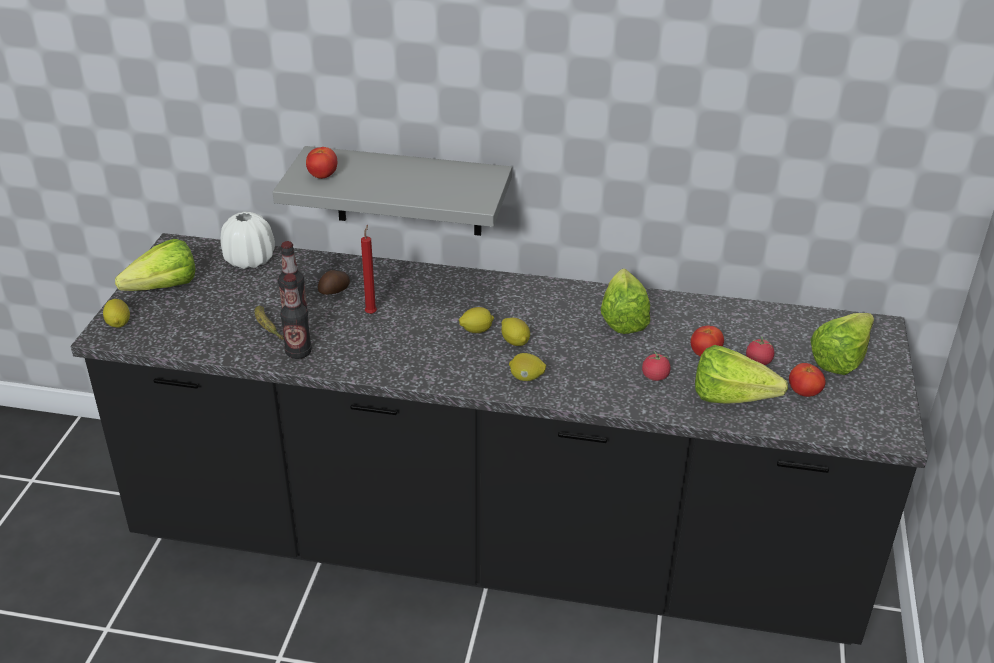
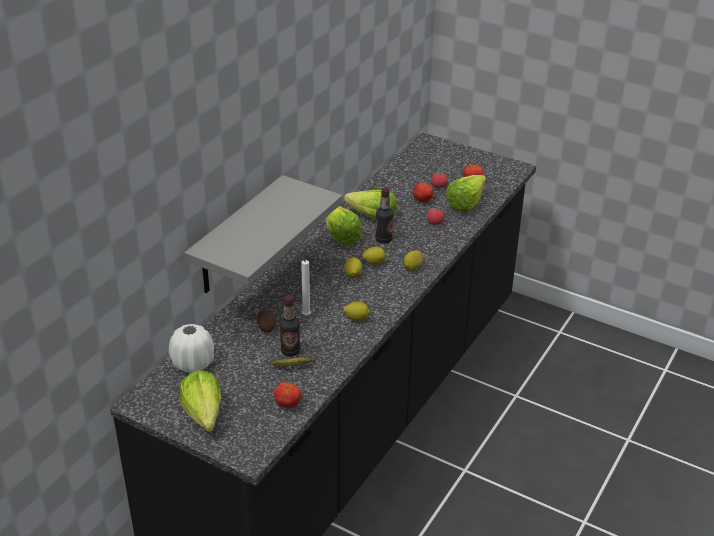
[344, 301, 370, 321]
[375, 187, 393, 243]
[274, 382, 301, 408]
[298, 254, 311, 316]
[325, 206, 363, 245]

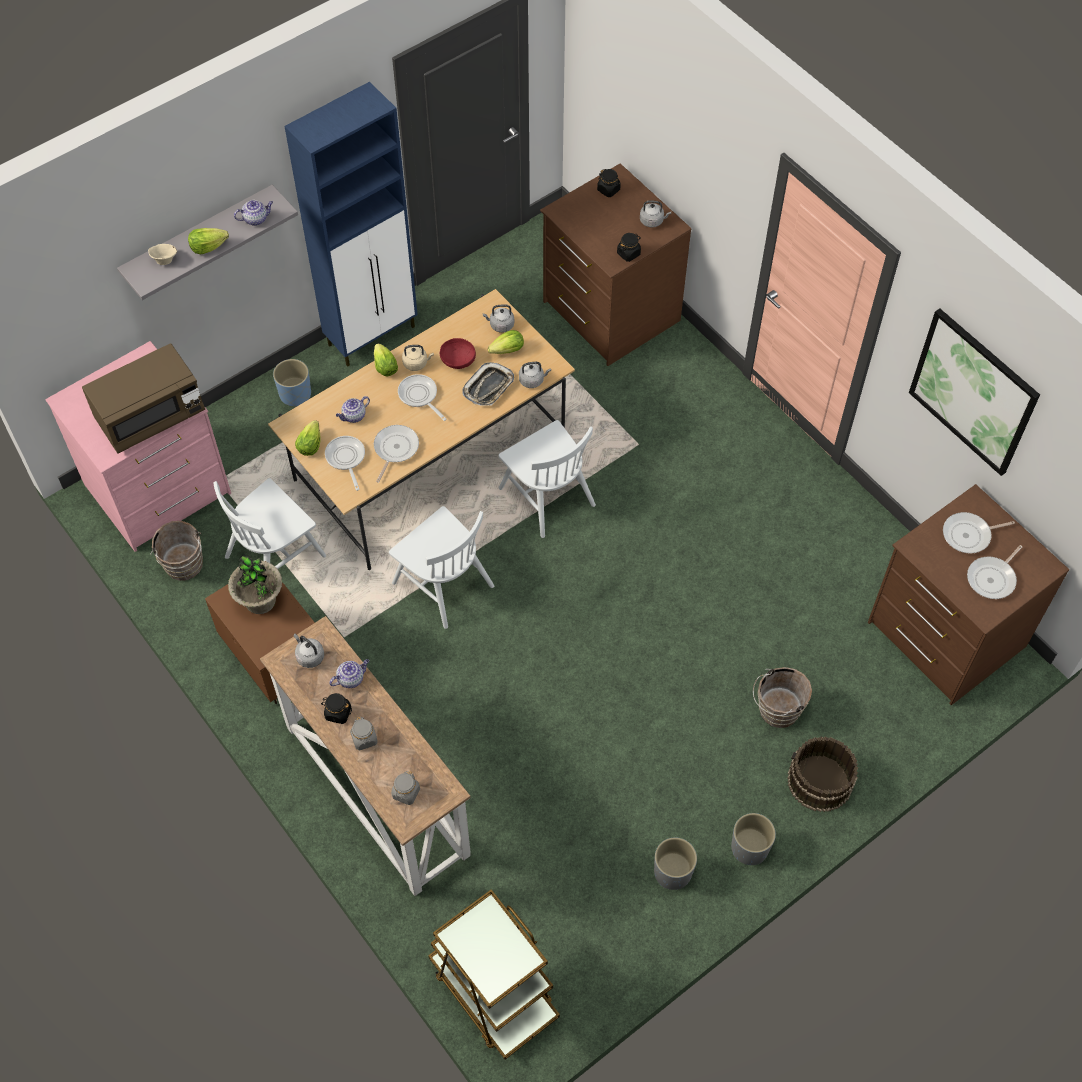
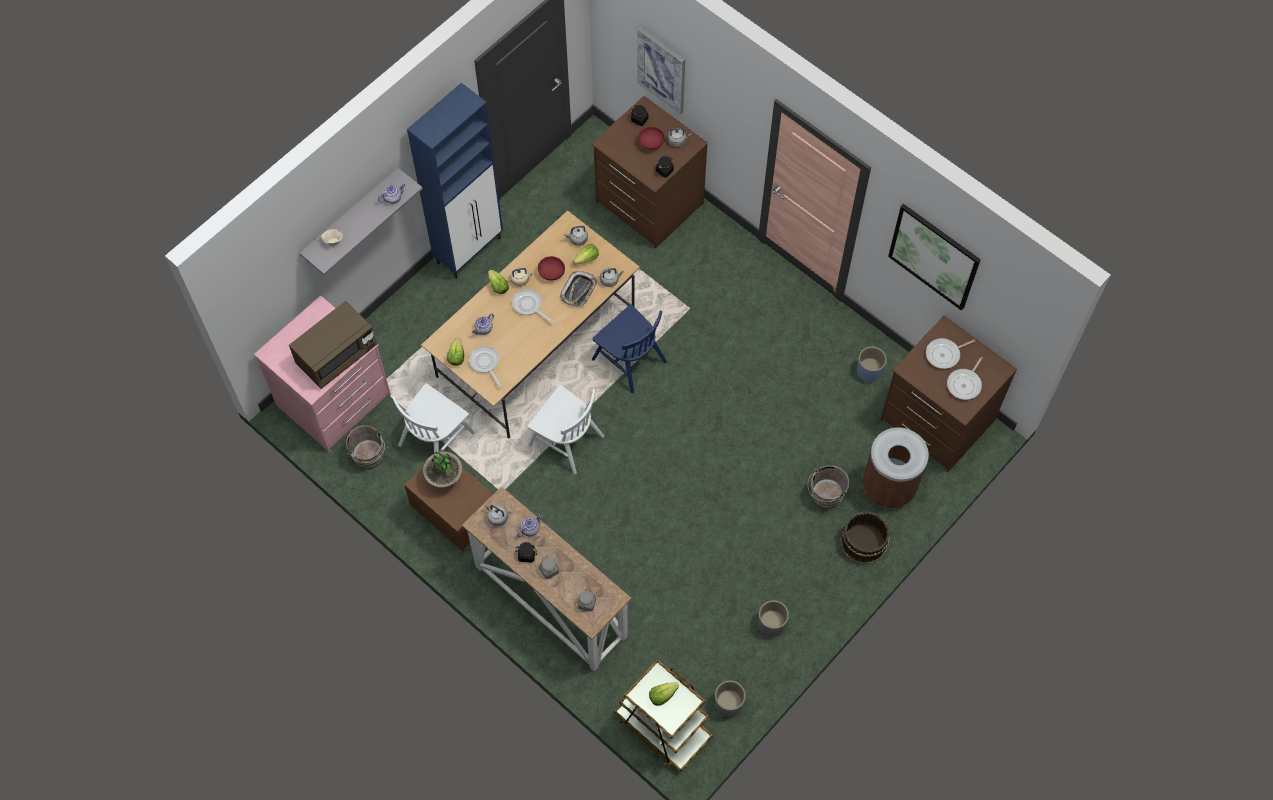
[649, 682, 679, 706]
[857, 347, 887, 382]
[374, 425, 419, 483] (first image)
[592, 304, 667, 393]
[715, 681, 746, 717]
[637, 27, 685, 115]
[638, 127, 665, 150]
[863, 427, 929, 509]

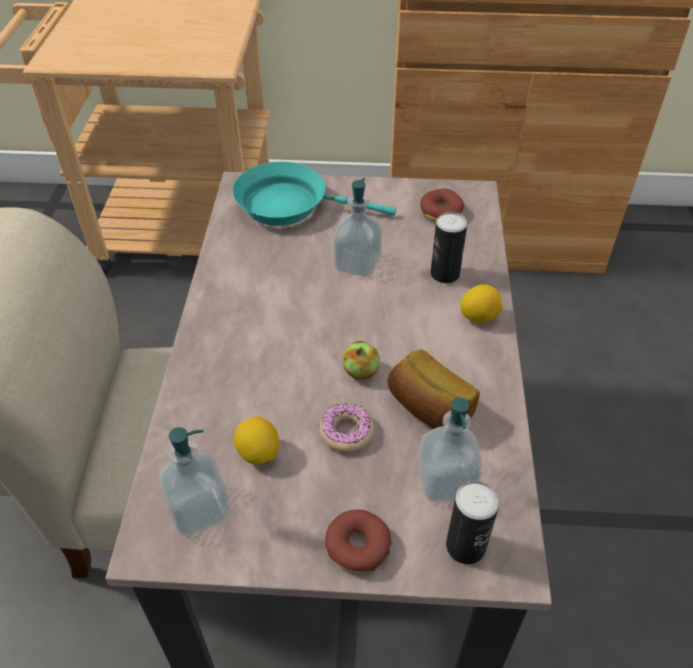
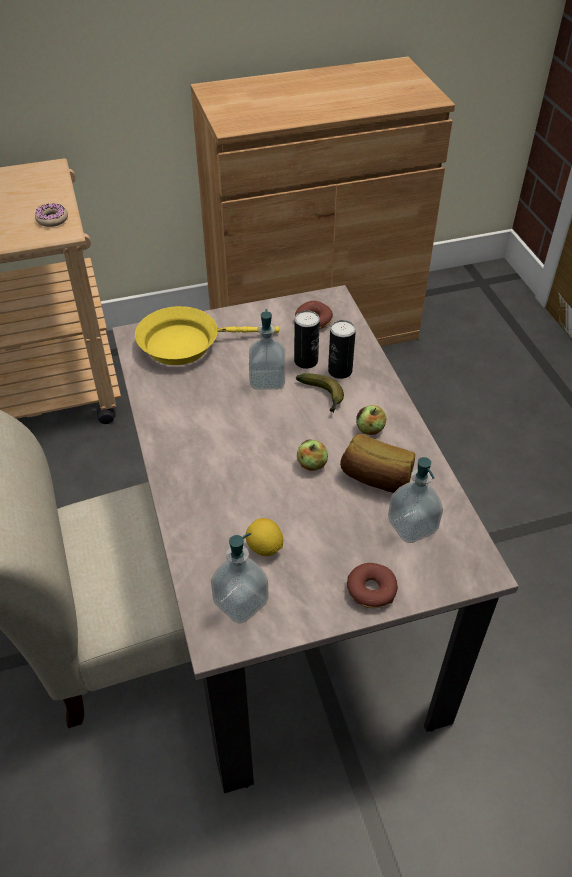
[135, 306, 279, 365]
[35, 203, 68, 227]
[294, 310, 320, 369]
[460, 284, 503, 323] (first image)
[296, 373, 344, 413]
[356, 405, 386, 435]

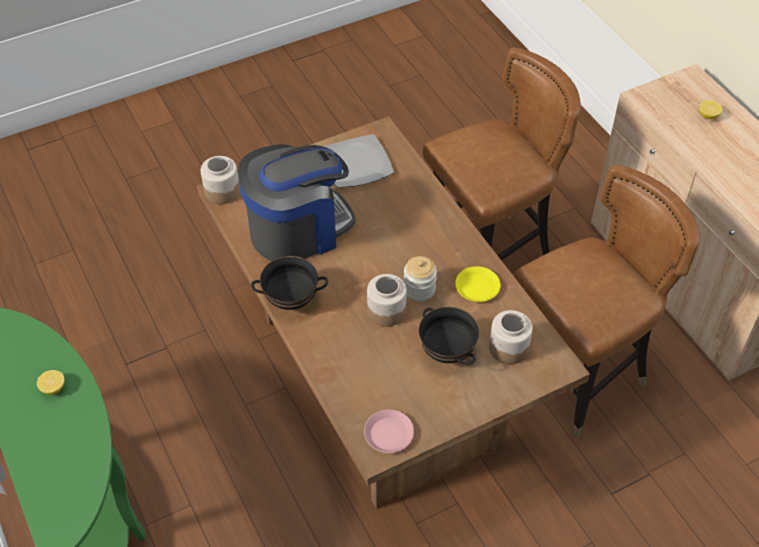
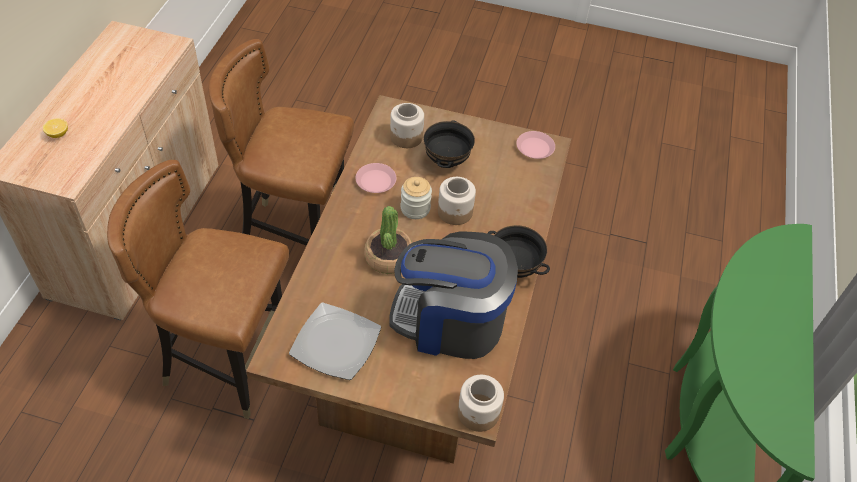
[37, 370, 65, 395] (first image)
[355, 163, 397, 193]
[364, 206, 412, 274]

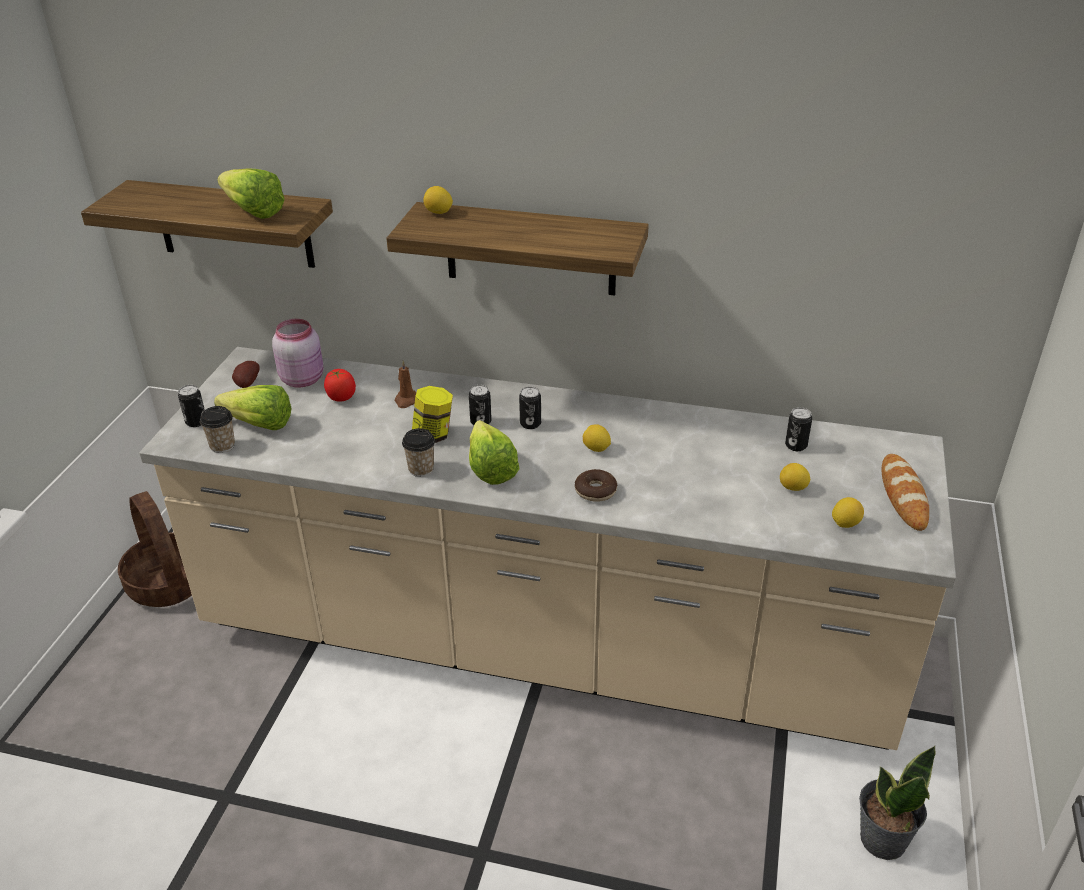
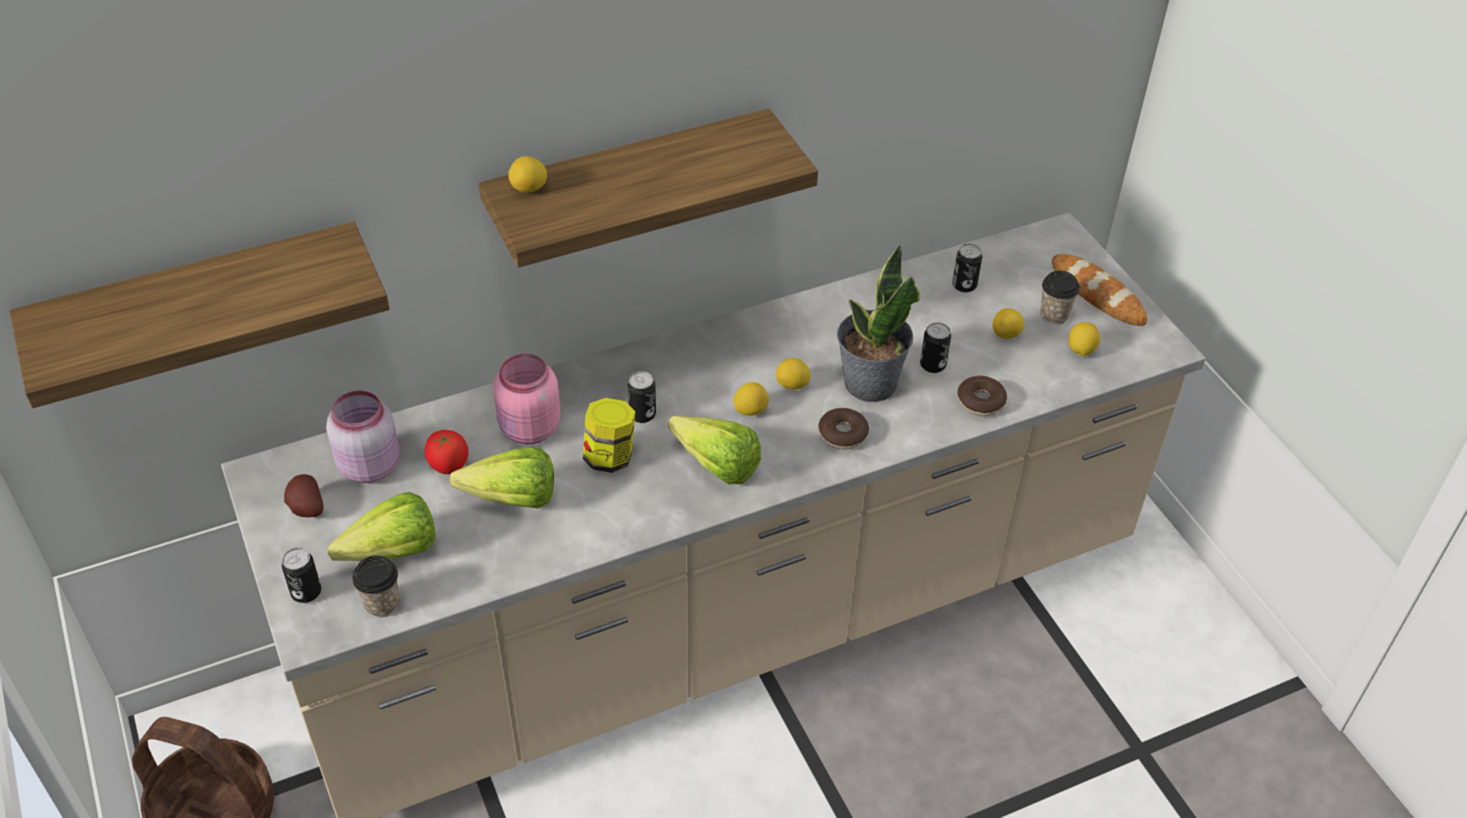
[449, 447, 554, 508]
[493, 353, 560, 444]
[1040, 271, 1080, 325]
[920, 322, 951, 373]
[837, 244, 920, 402]
[733, 382, 769, 416]
[957, 376, 1007, 416]

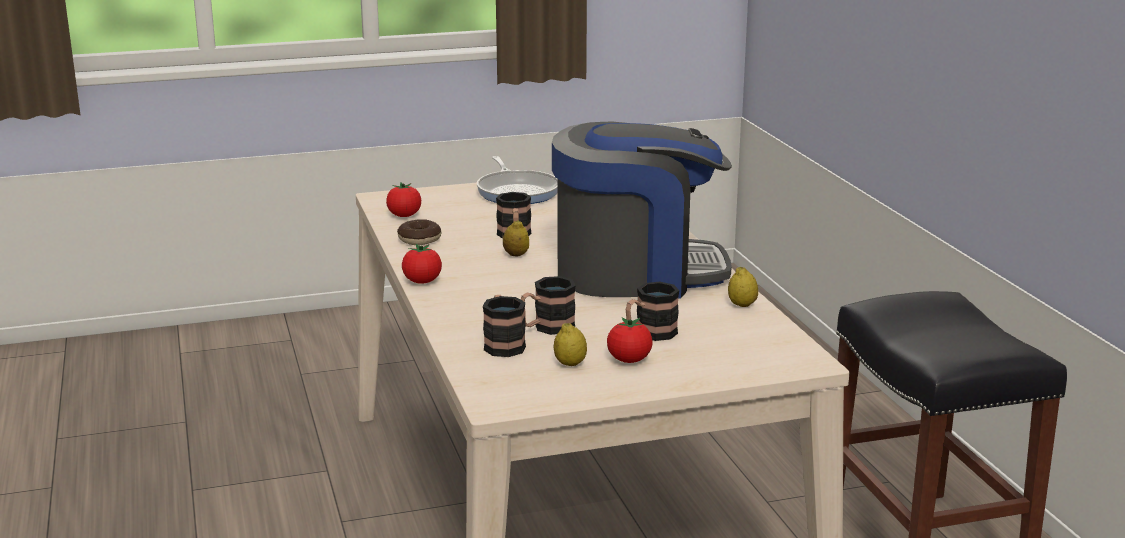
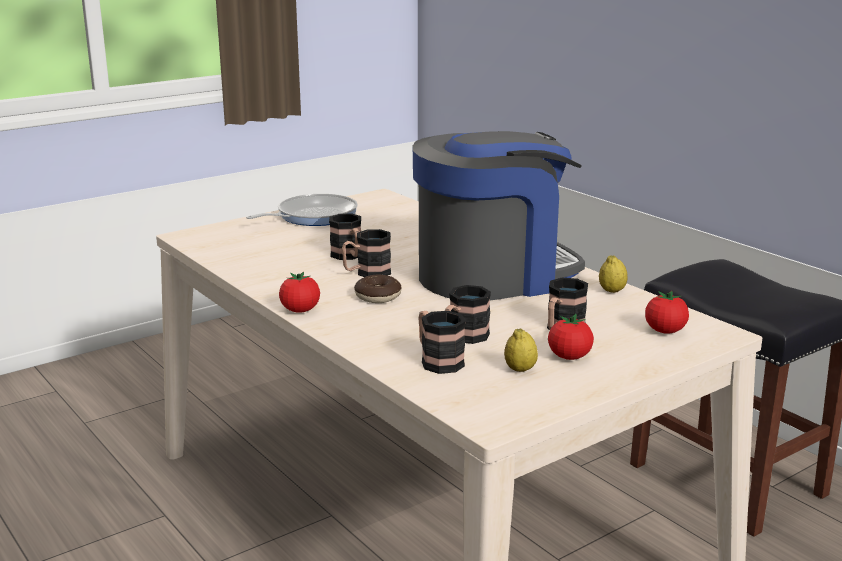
[645, 291, 689, 334]
[354, 274, 401, 303]
[246, 194, 358, 226]
[342, 229, 391, 277]

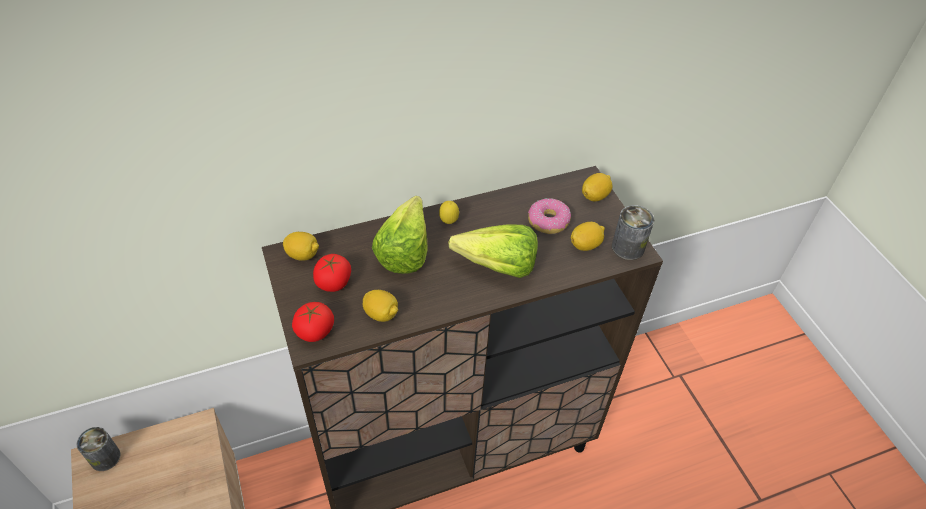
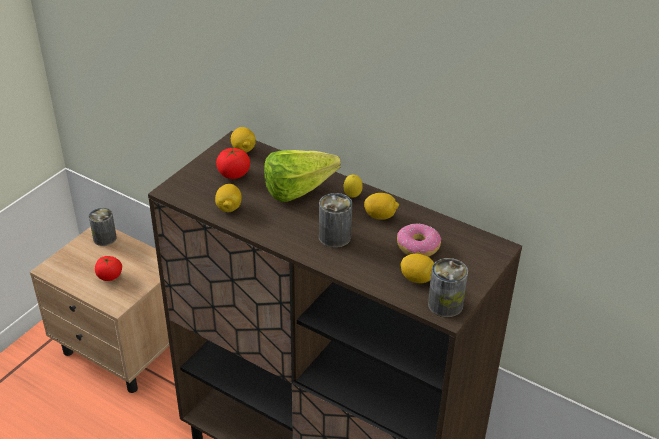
[95, 256, 122, 281]
[319, 193, 352, 248]
[364, 193, 399, 220]

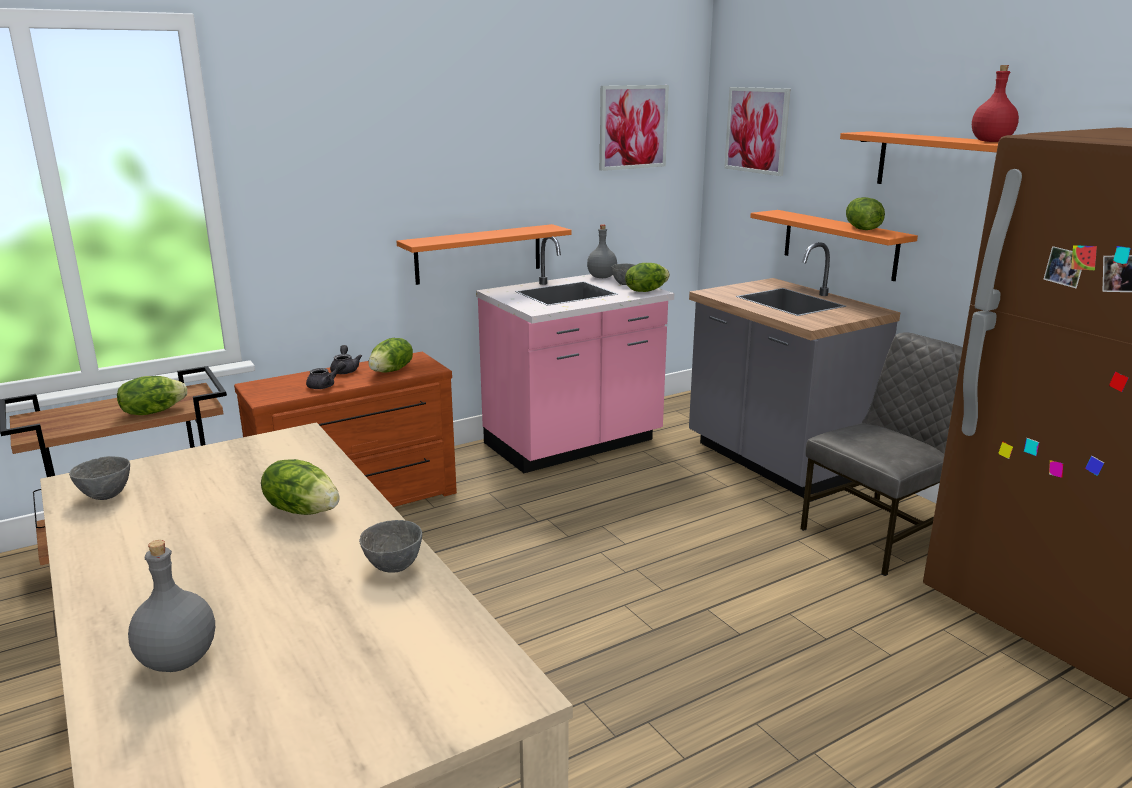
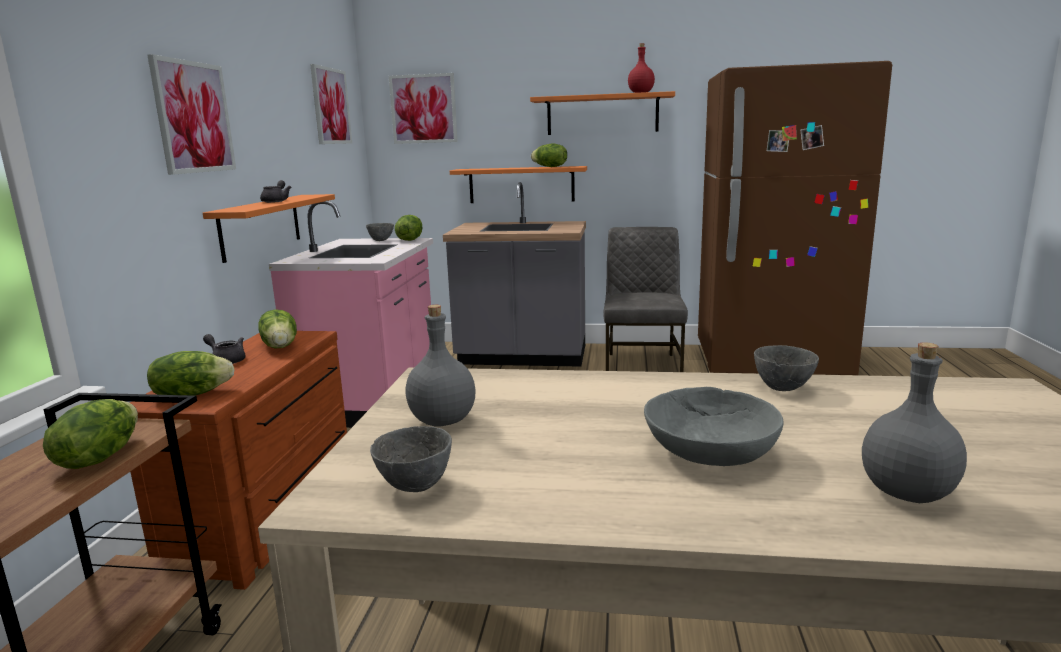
[147, 351, 235, 396]
[260, 180, 291, 203]
[405, 305, 475, 427]
[148, 54, 236, 175]
[644, 387, 784, 466]

